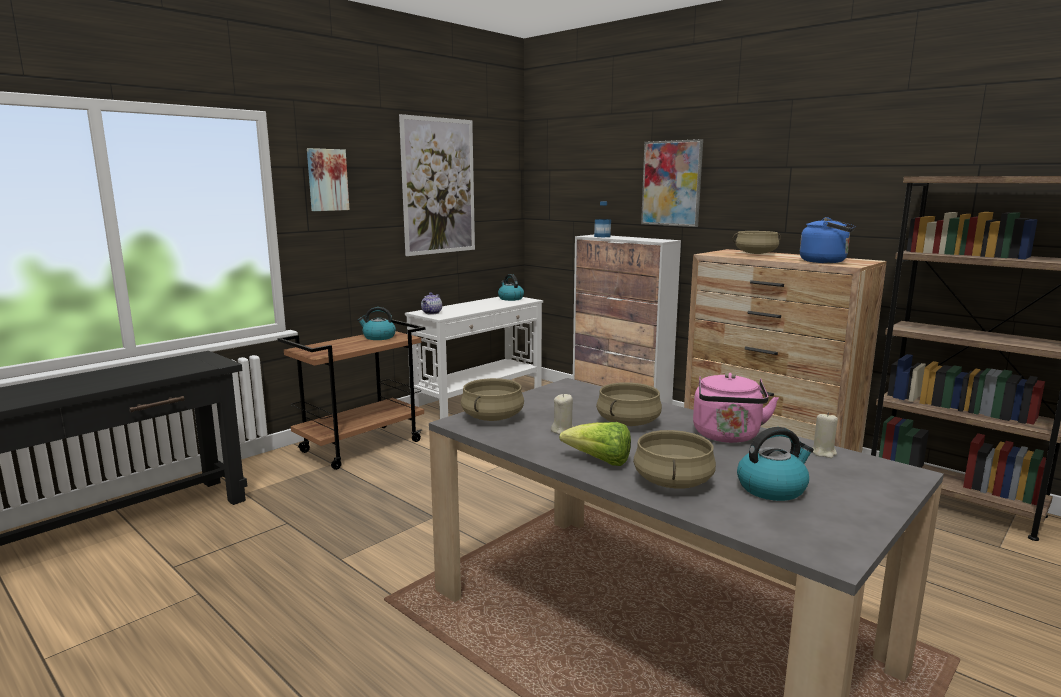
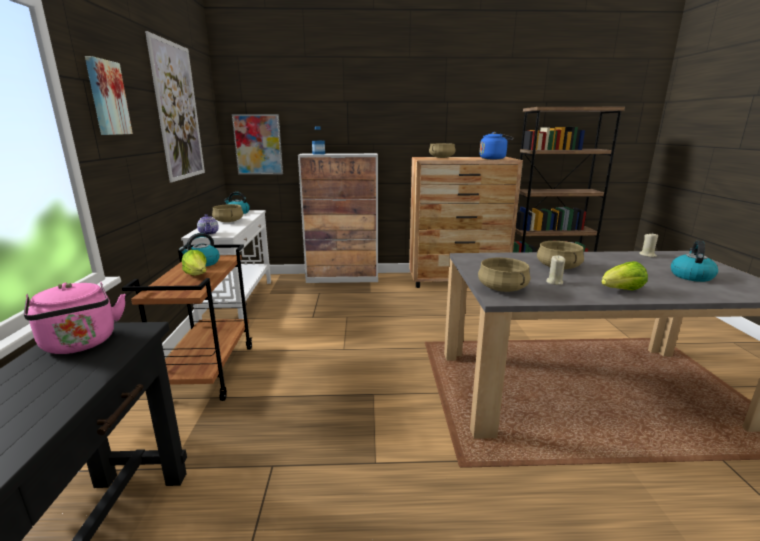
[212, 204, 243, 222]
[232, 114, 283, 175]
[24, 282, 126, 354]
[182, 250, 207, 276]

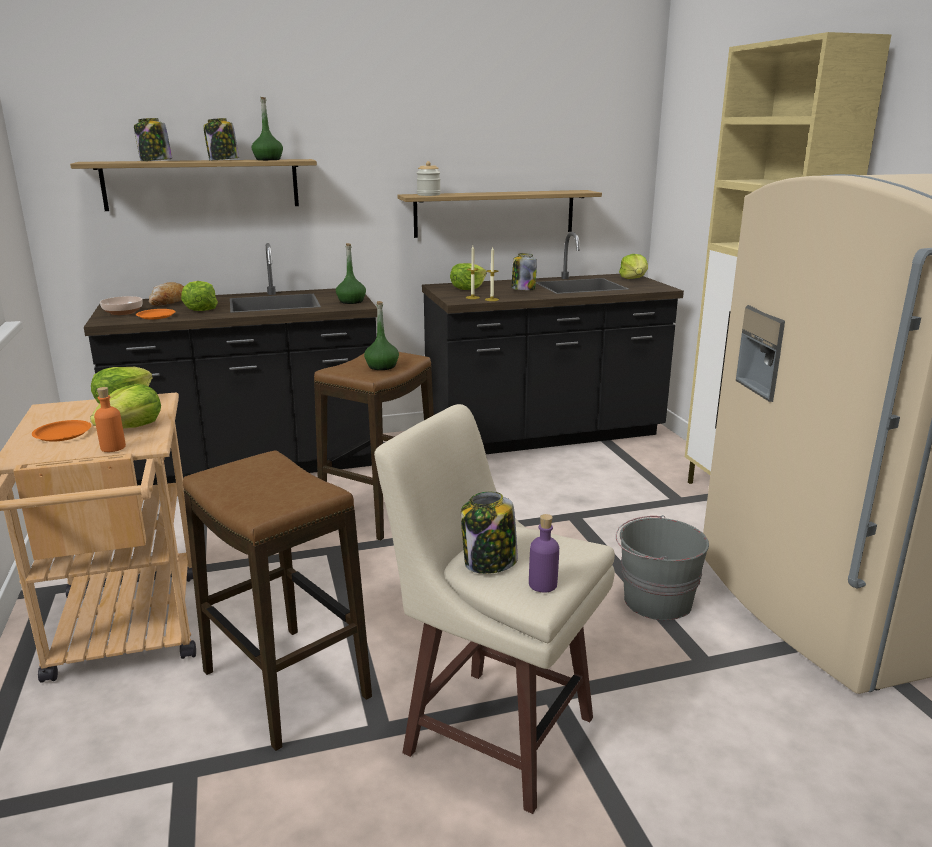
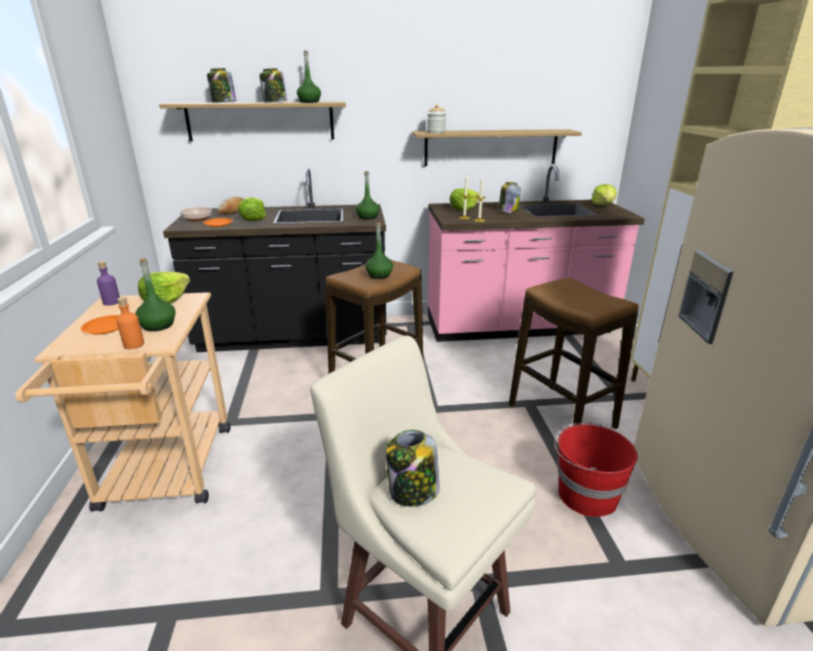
[135, 258, 176, 331]
[509, 277, 639, 429]
[428, 165, 645, 342]
[97, 261, 120, 306]
[554, 422, 638, 517]

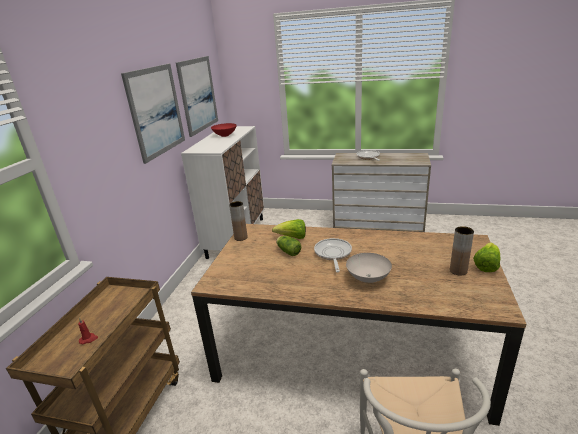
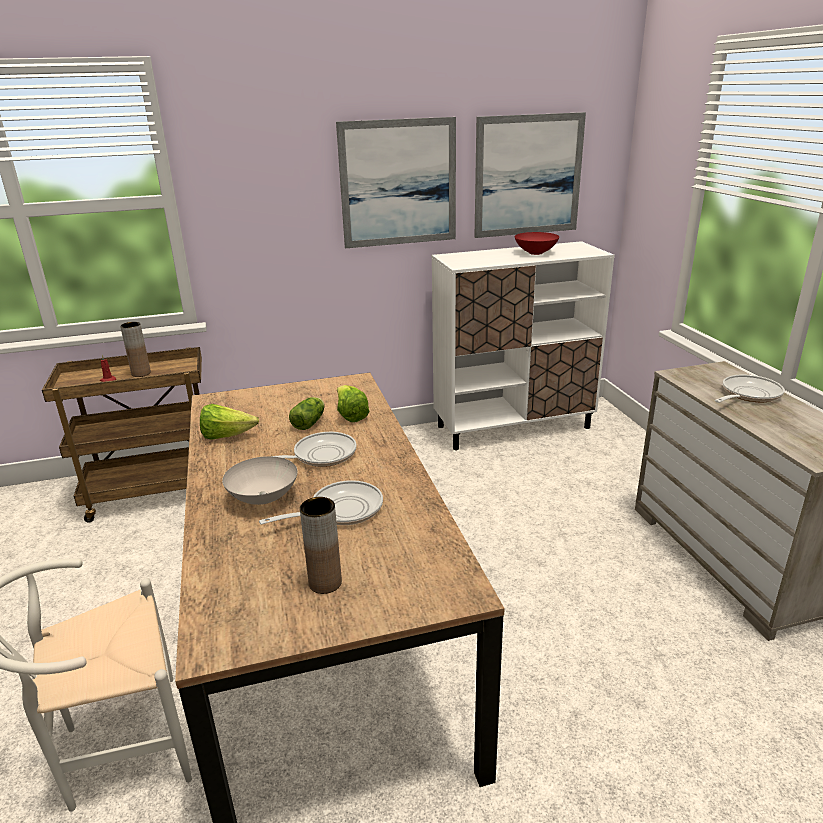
[120, 322, 151, 377]
[200, 404, 259, 440]
[259, 480, 383, 525]

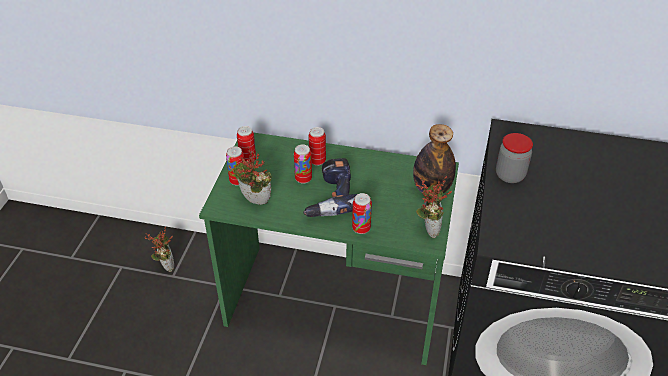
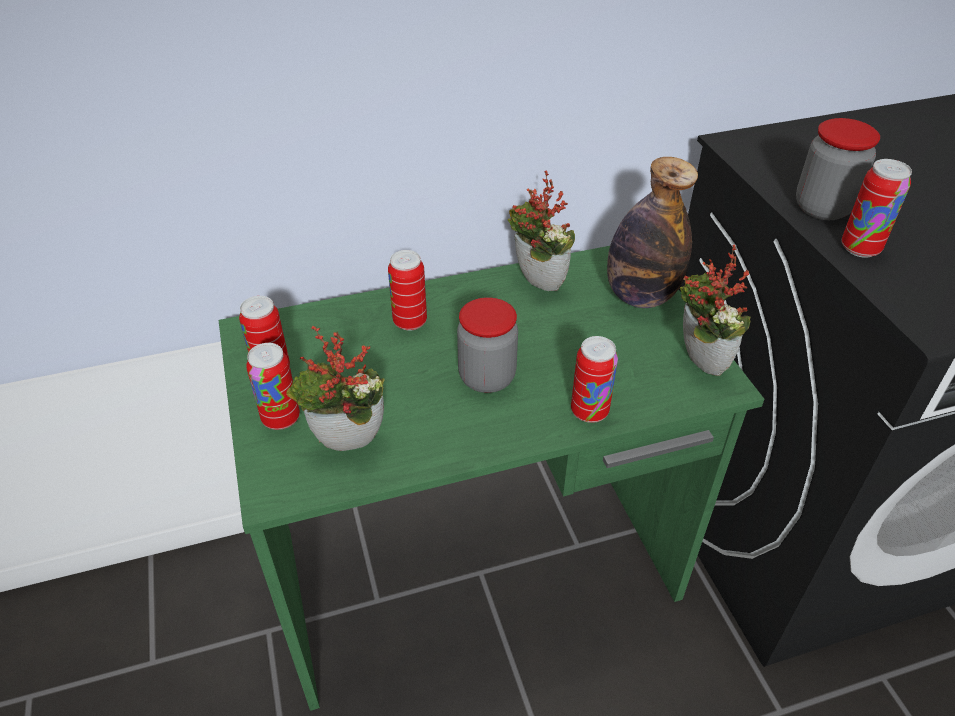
[508, 171, 575, 291]
[842, 159, 912, 258]
[457, 297, 518, 393]

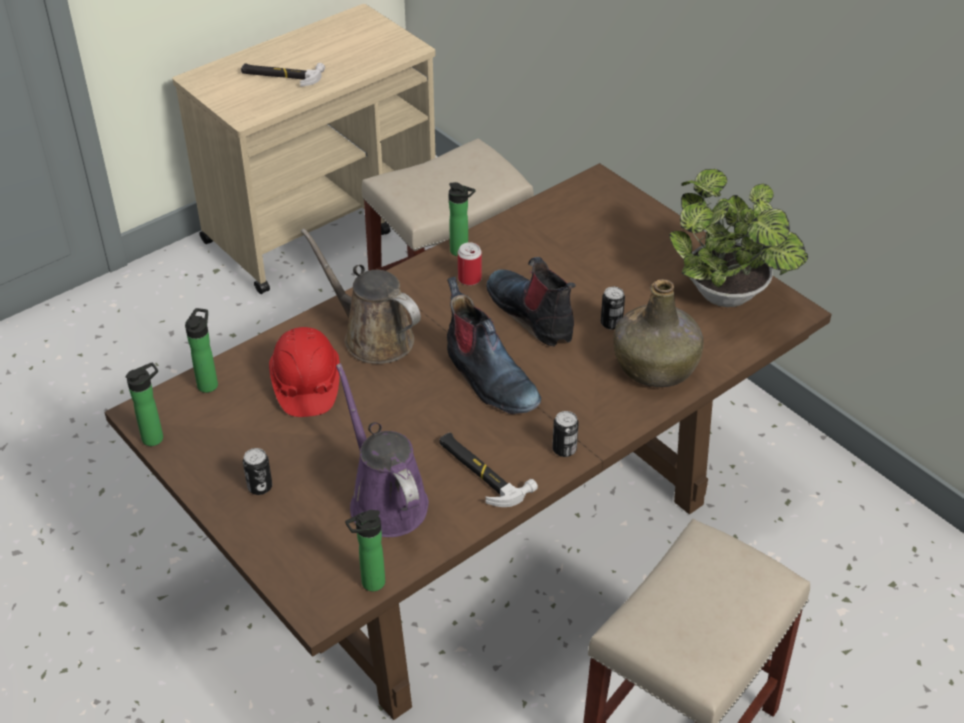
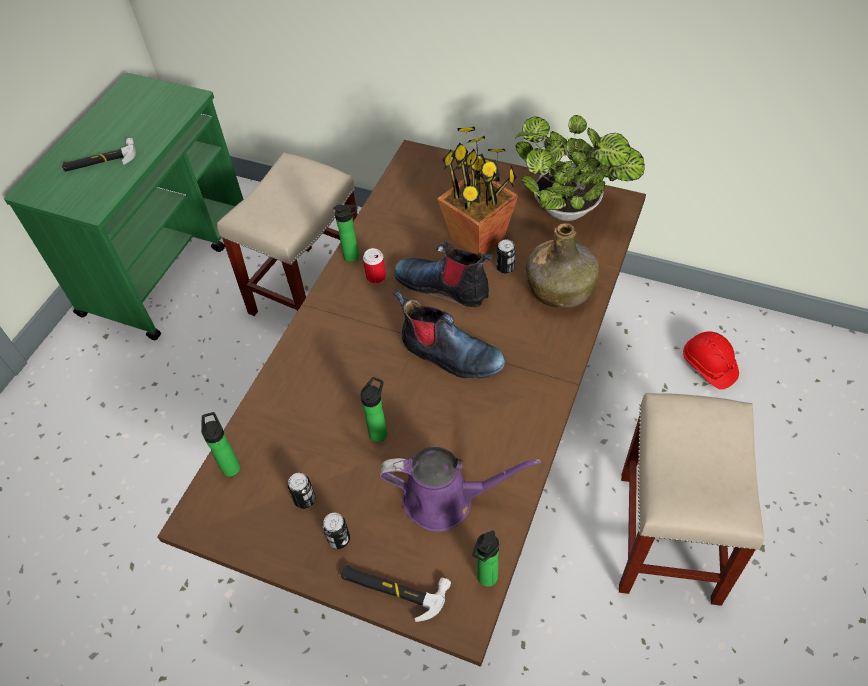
[360, 377, 387, 442]
[4, 73, 243, 340]
[683, 331, 739, 390]
[301, 228, 421, 364] (first image)
[380, 447, 541, 532]
[341, 564, 451, 622]
[288, 473, 315, 509]
[437, 127, 518, 254]

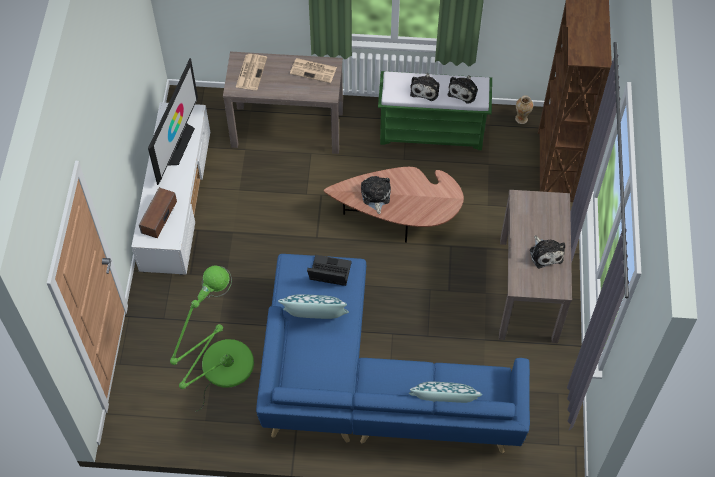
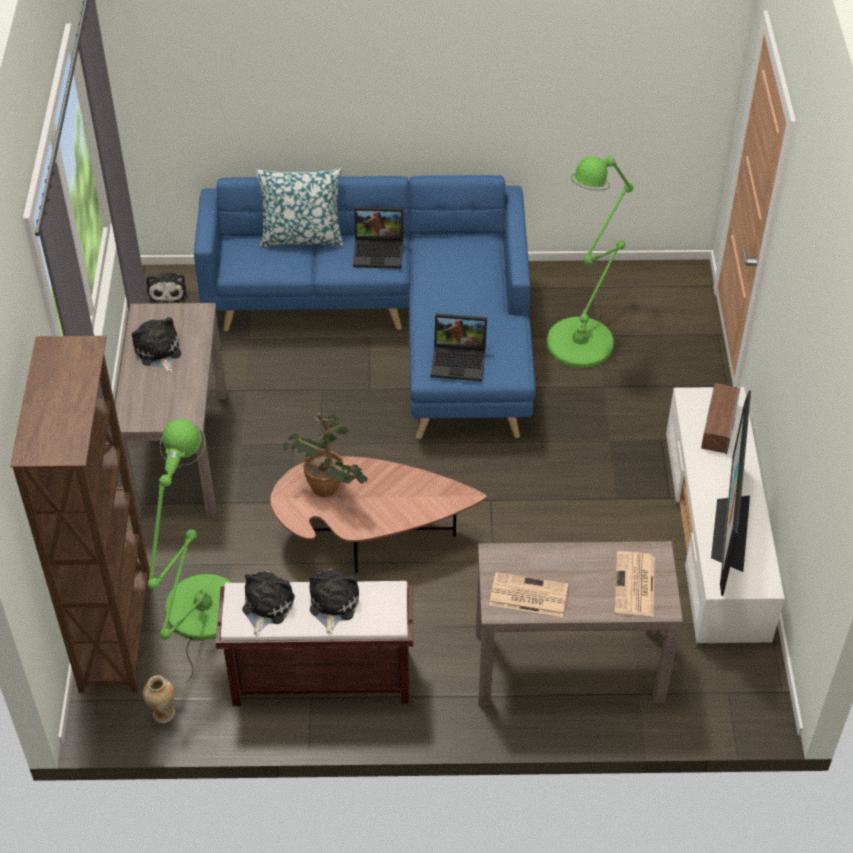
[278, 294, 349, 319] (first image)
[146, 272, 187, 304]
[216, 581, 413, 706]
[147, 419, 232, 682]
[283, 413, 368, 497]
[353, 207, 403, 269]

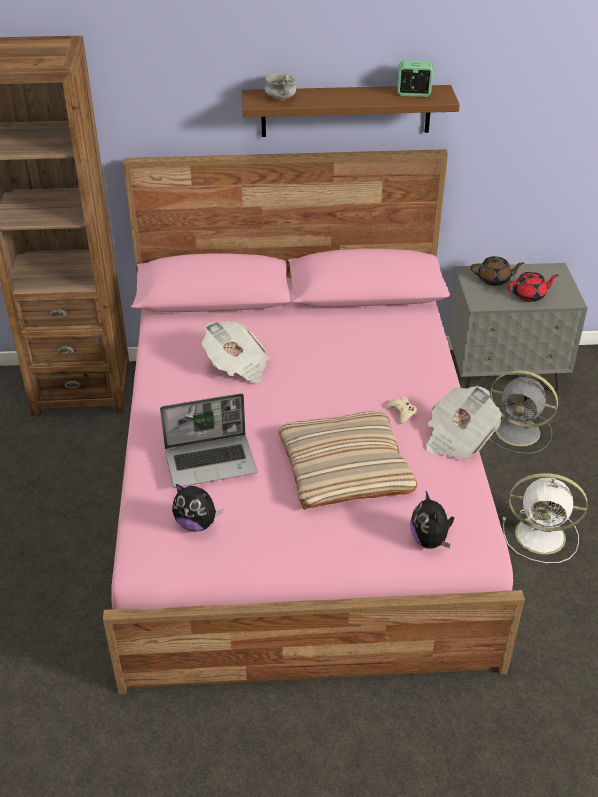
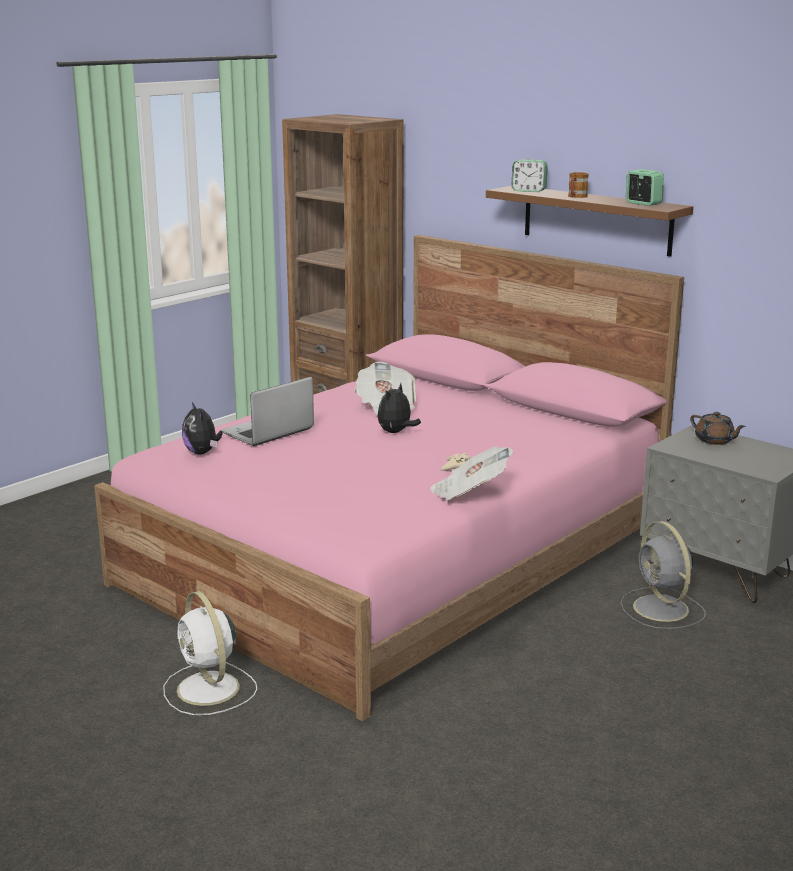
[221, 377, 314, 446]
[512, 159, 548, 192]
[278, 411, 417, 509] (first image)
[378, 383, 421, 433]
[163, 591, 257, 715]
[507, 272, 559, 302] (first image)
[568, 172, 589, 198]

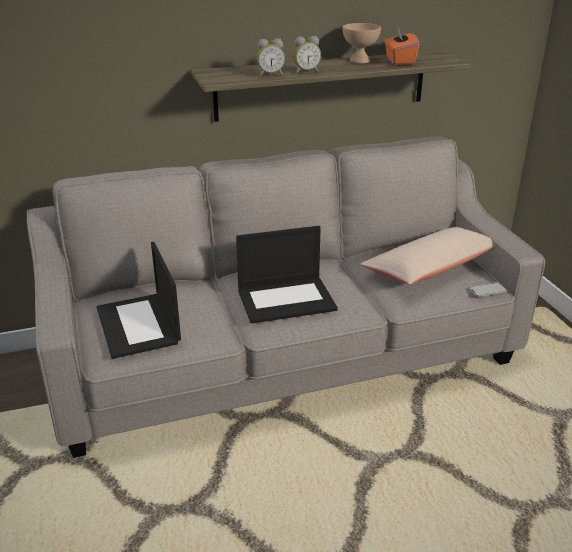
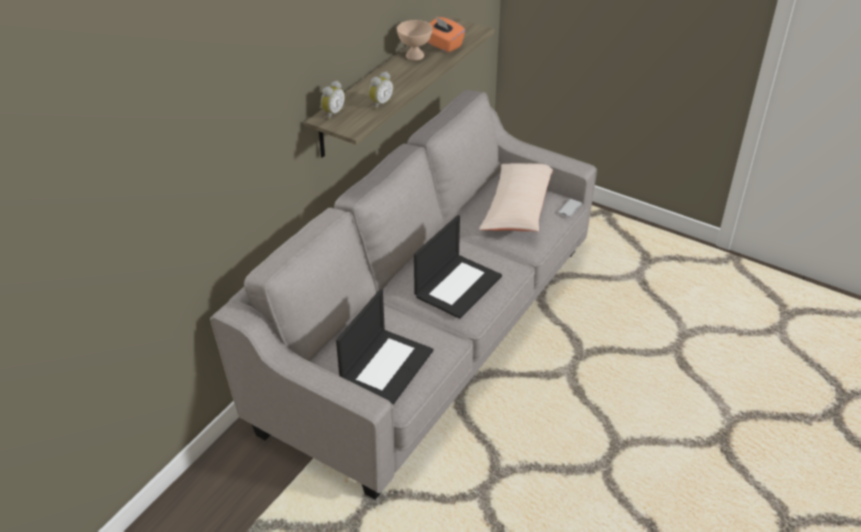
[336, 289, 433, 405]
[321, 81, 345, 119]

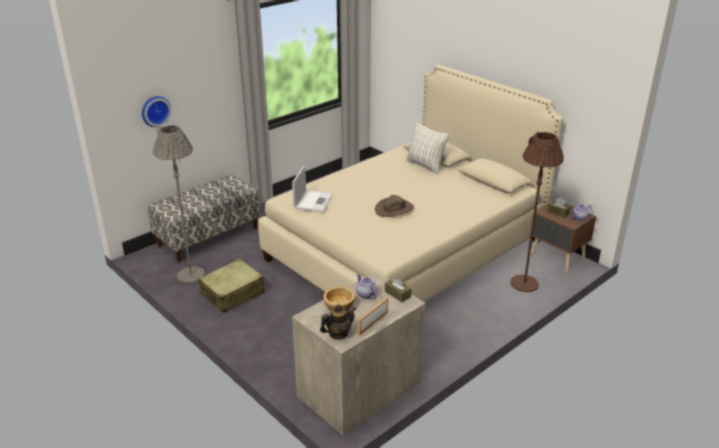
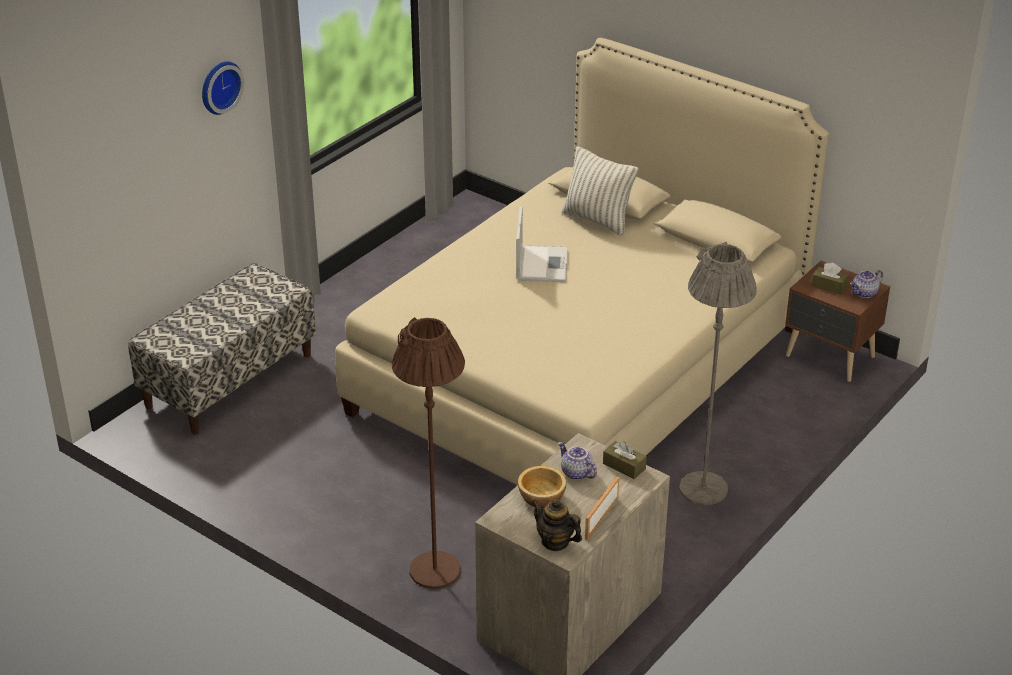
[202, 61, 244, 115]
[679, 242, 757, 505]
[198, 259, 265, 313] (first image)
[516, 206, 568, 282]
[531, 499, 582, 551]
[375, 195, 414, 217] (first image)
[392, 317, 465, 589]

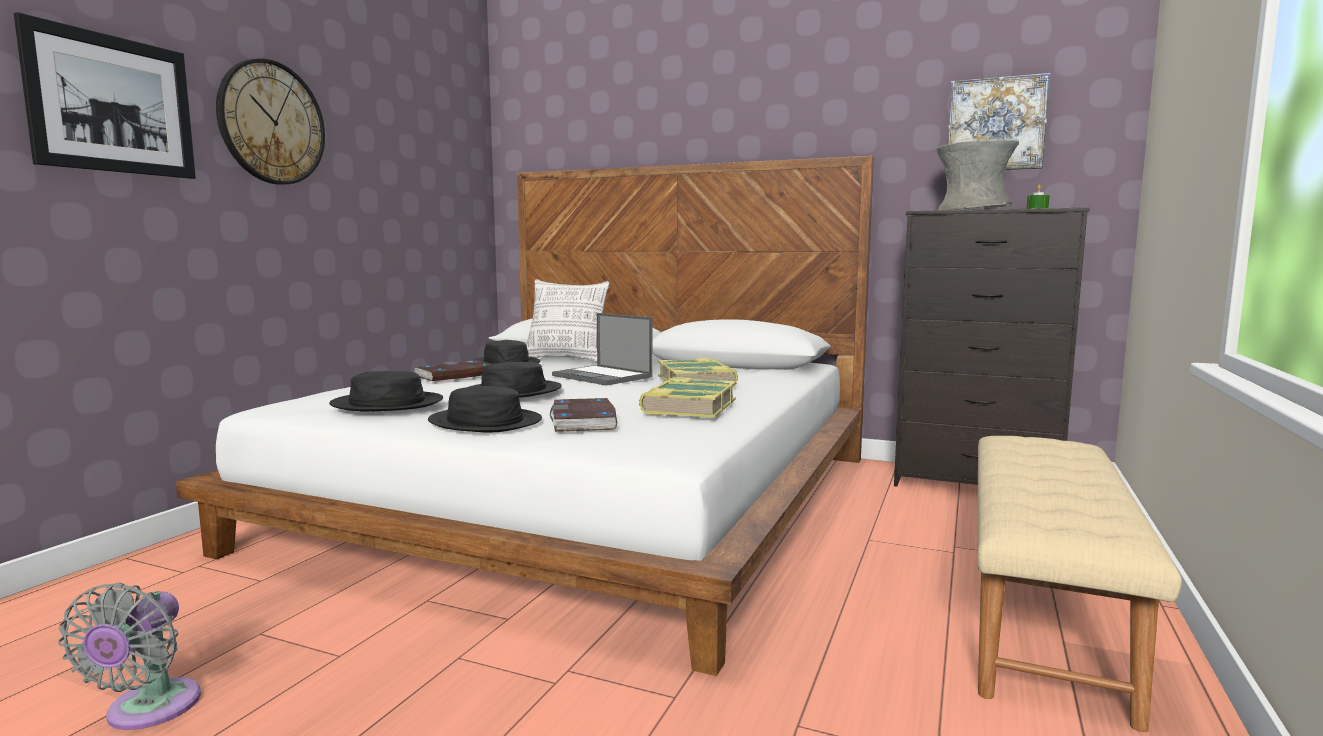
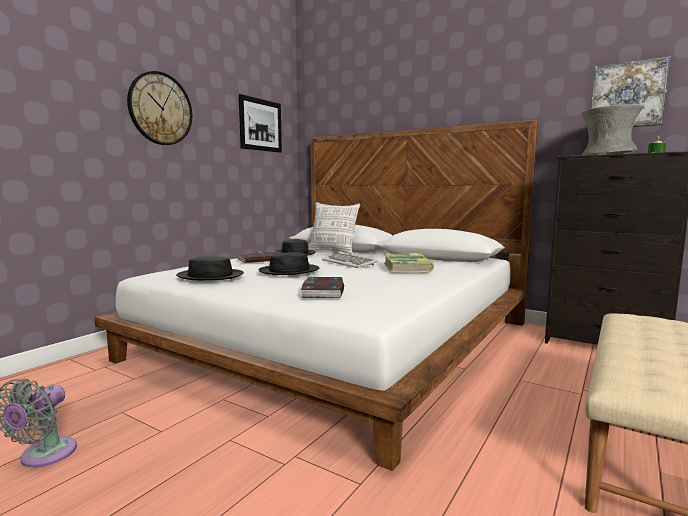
[239, 94, 282, 153]
[428, 386, 542, 432] (first image)
[322, 253, 378, 268]
[639, 377, 736, 418] (first image)

